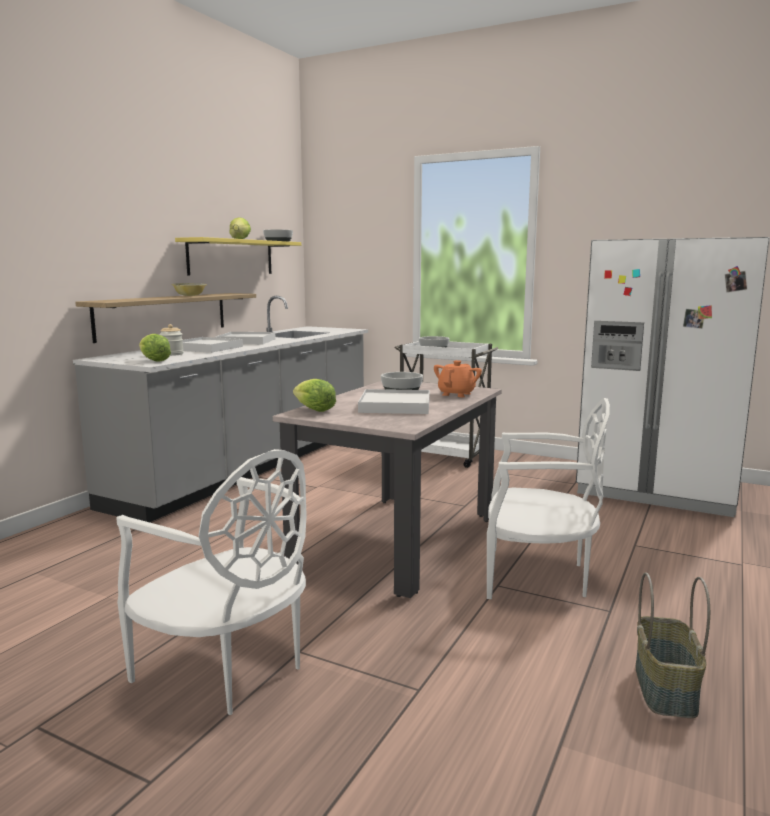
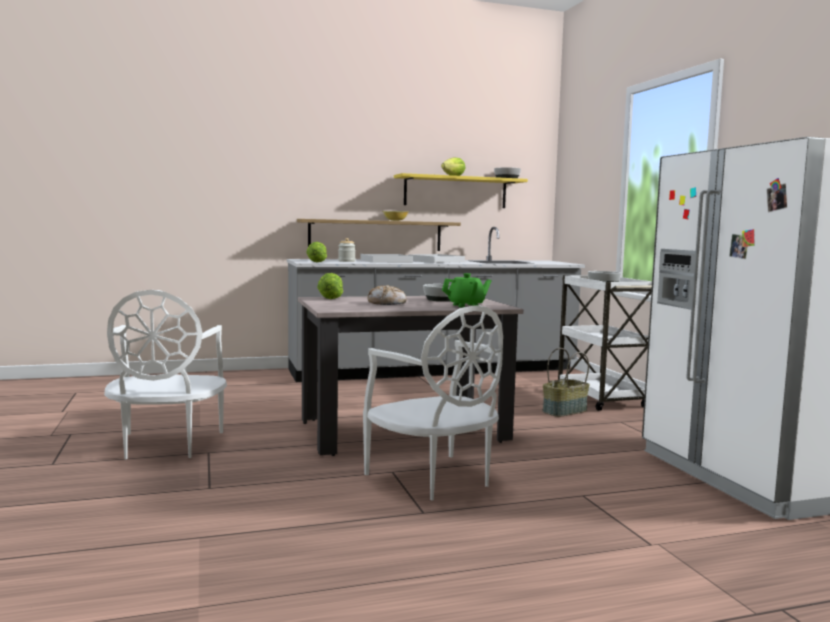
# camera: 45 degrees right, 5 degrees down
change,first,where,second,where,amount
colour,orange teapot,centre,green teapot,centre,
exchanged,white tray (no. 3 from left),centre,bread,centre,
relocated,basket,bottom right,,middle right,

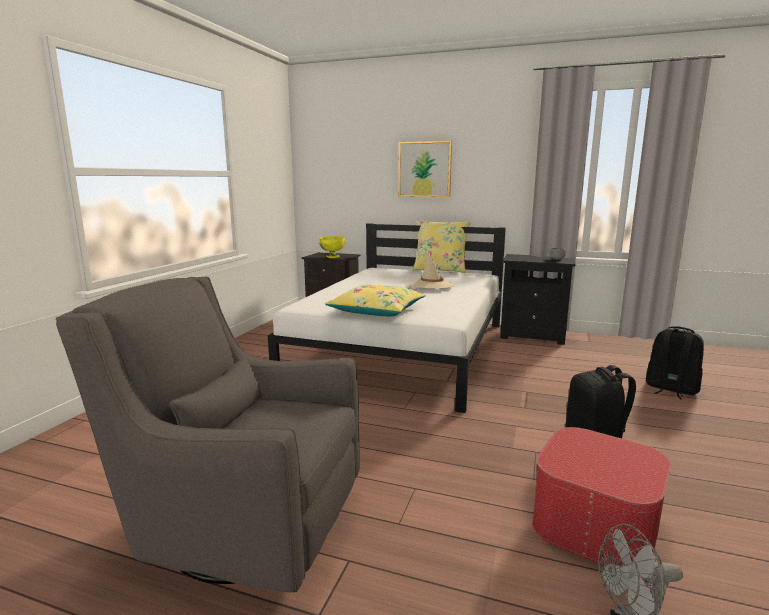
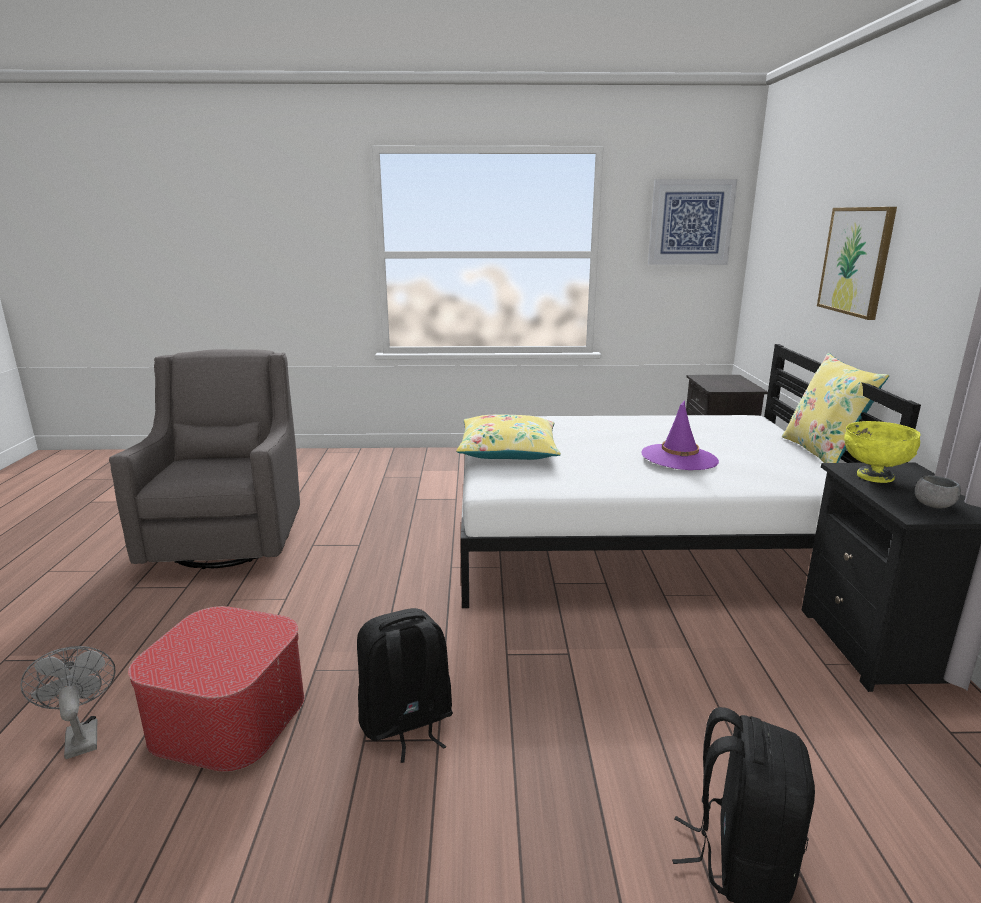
# camera: 70 degrees right, 5 degrees up
change,first,where,second,where,amount
relocated,yellow bowl,centre,,middle right,
colour,beige hat,centre,purple hat,middle right,
appeared,,,picture (no. 1 from left),top right,

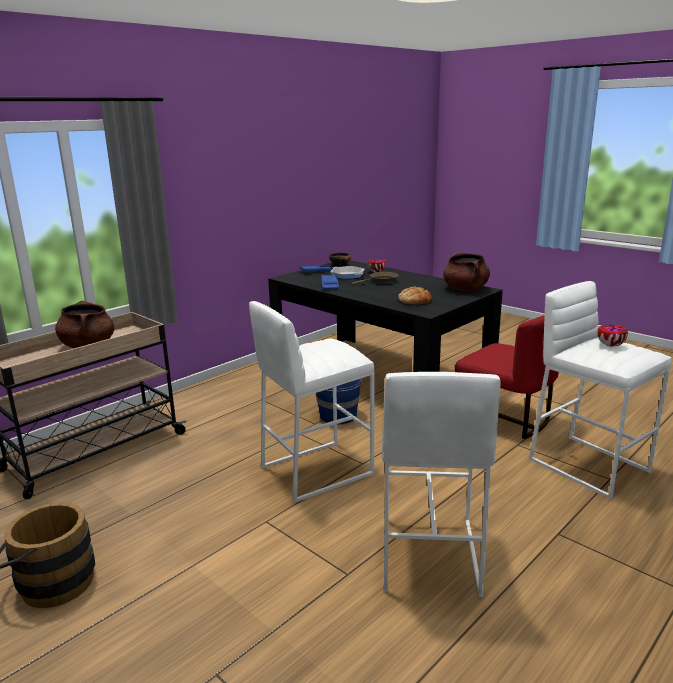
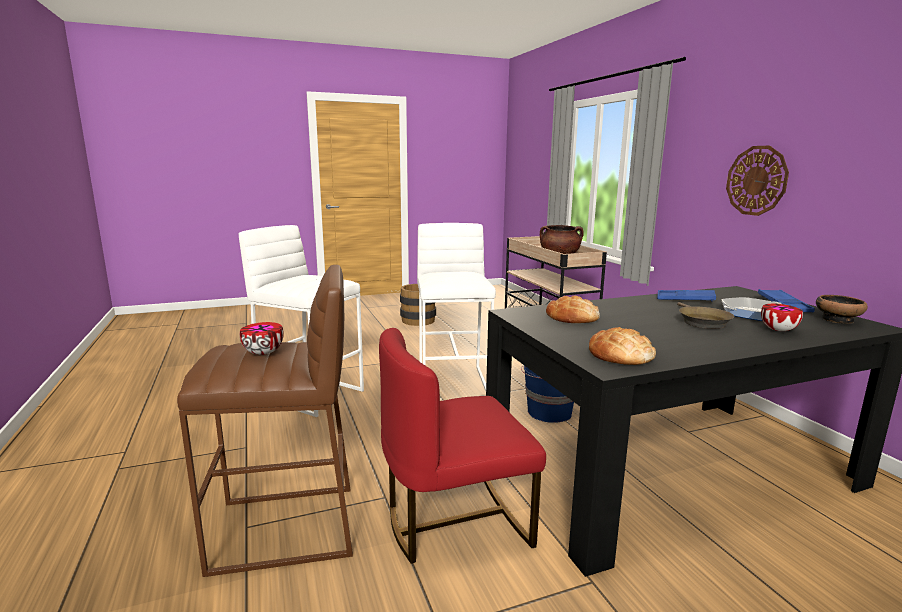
# camera: 115 degrees right, 5 degrees down
change,first,where,second,where,amount
exchanged,brown cooking pot (no. 2 from left),middle right,bread (no. 2 from left),middle right,
colour,white stool (no. 3 from left),middle right,brown stool,bottom left,
appeared,,,wall clock,top right,

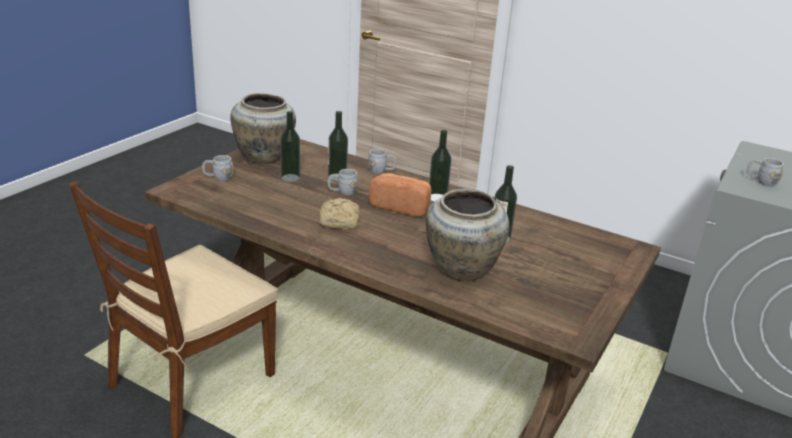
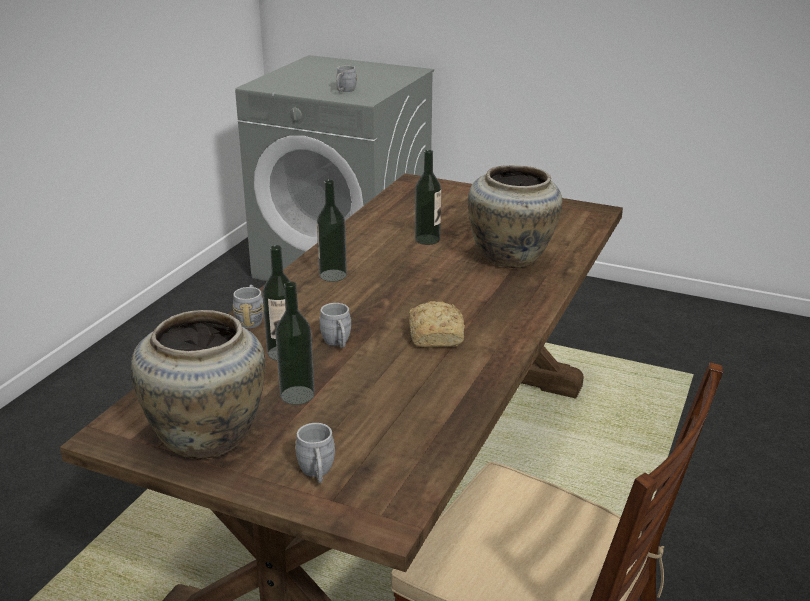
# camera: 95 degrees left, 0 degrees up
change,first,where,second,where,amount
missing,bread (no. 2 from left),centre,,,

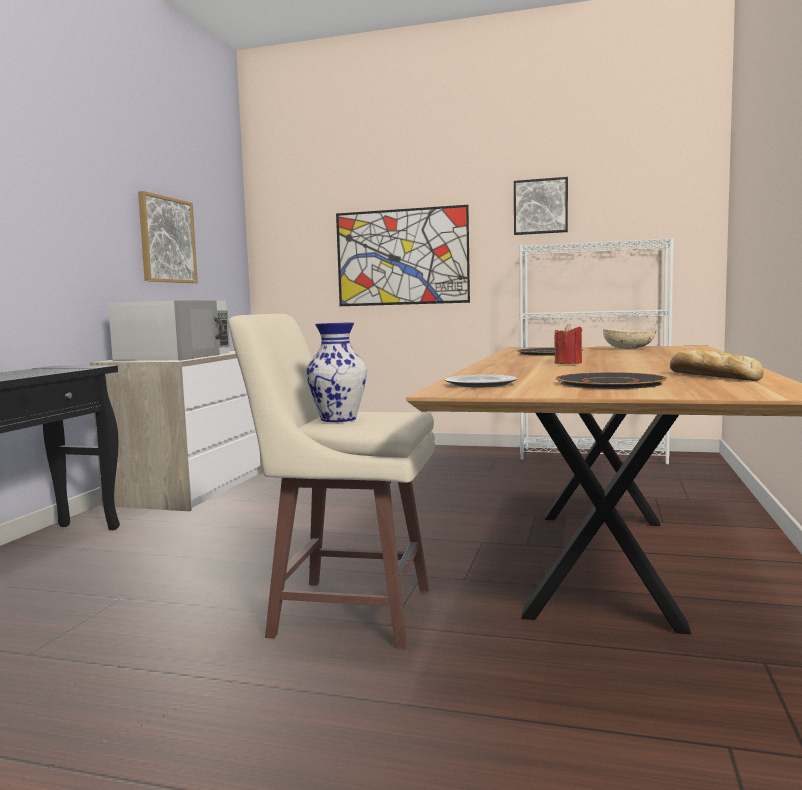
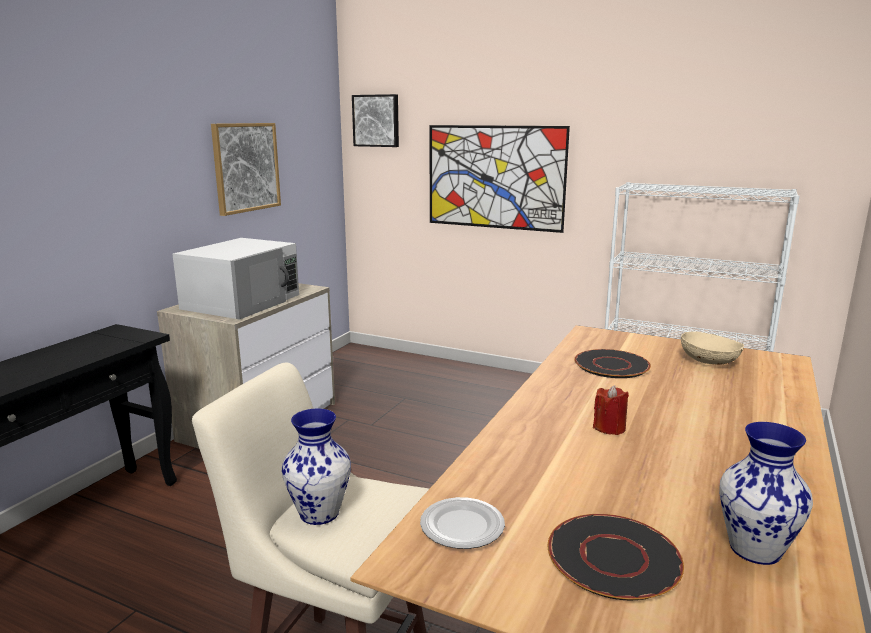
# camera: 10 degrees right, 10 degrees up
change,first,where,second,where,amount
relocated,picture (no. 3 from left in the first image),top right,picture (no. 2 from left),top centre,
exchanged,bread,middle right,vase (no. 2 from left),bottom right,

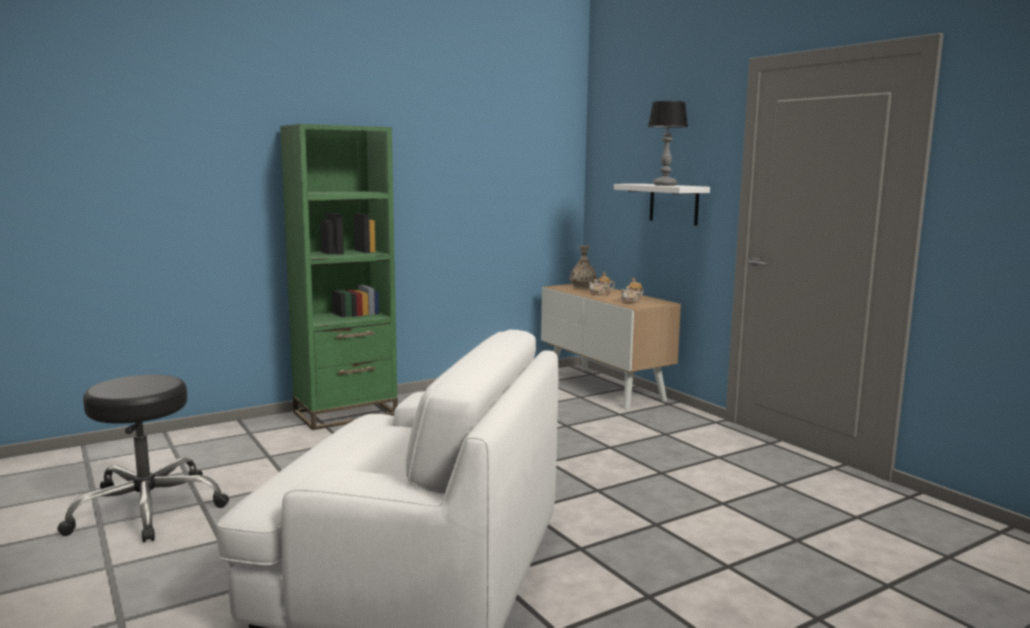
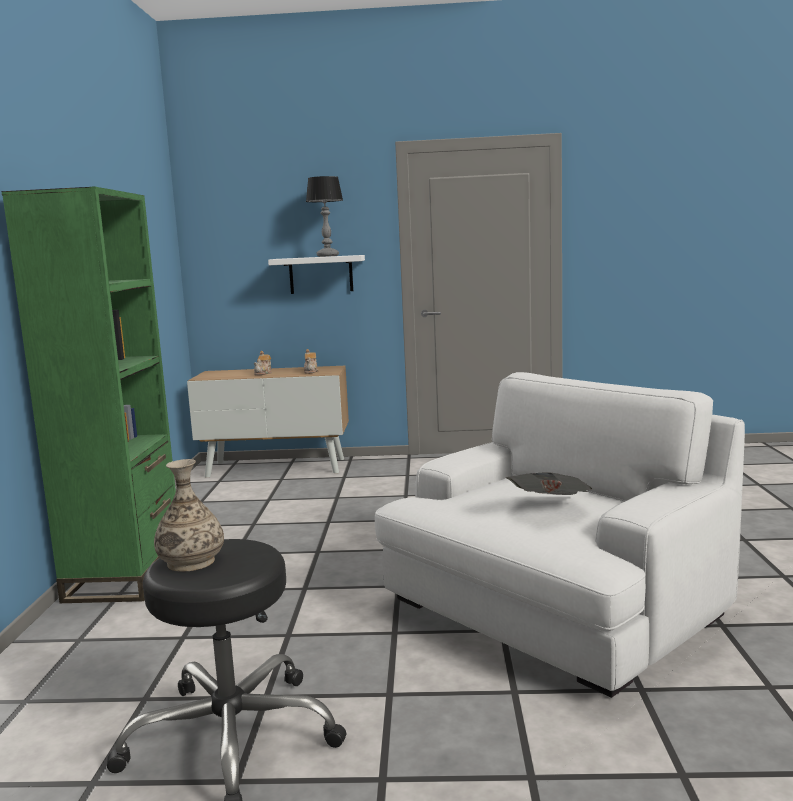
# camera: 55 degrees left, 0 degrees up
change,first,where,second,where,amount
relocated,vase,centre,,middle left,
appeared,,,newspaper,middle right,

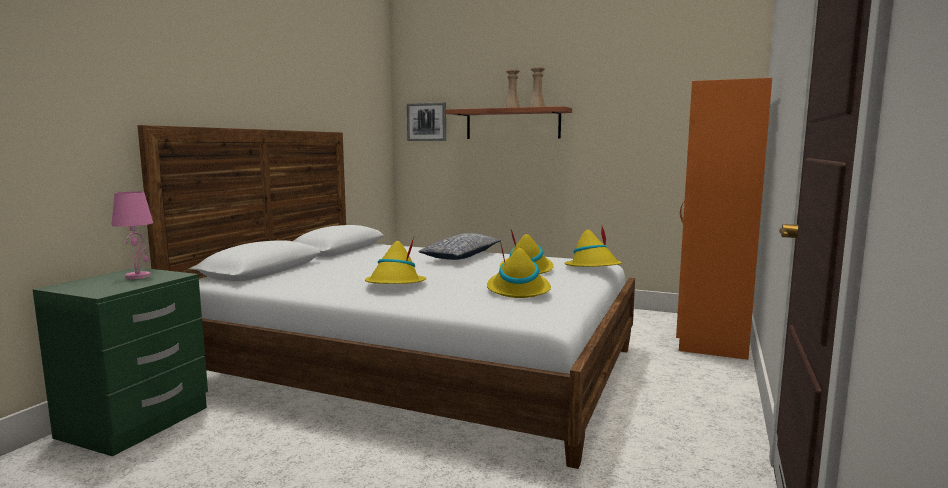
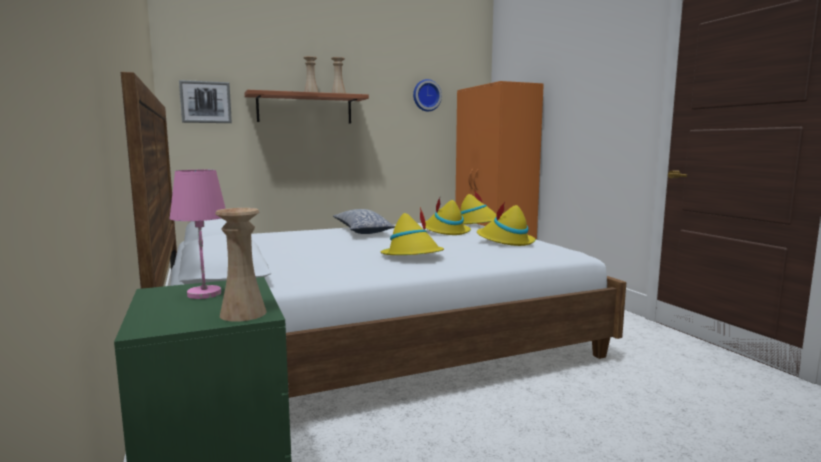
# camera: 45 degrees left, 0 degrees up
change,first,where,second,where,amount
appeared,,,wall clock,top centre,
appeared,,,beige vase (no. 1 from left),middle left,

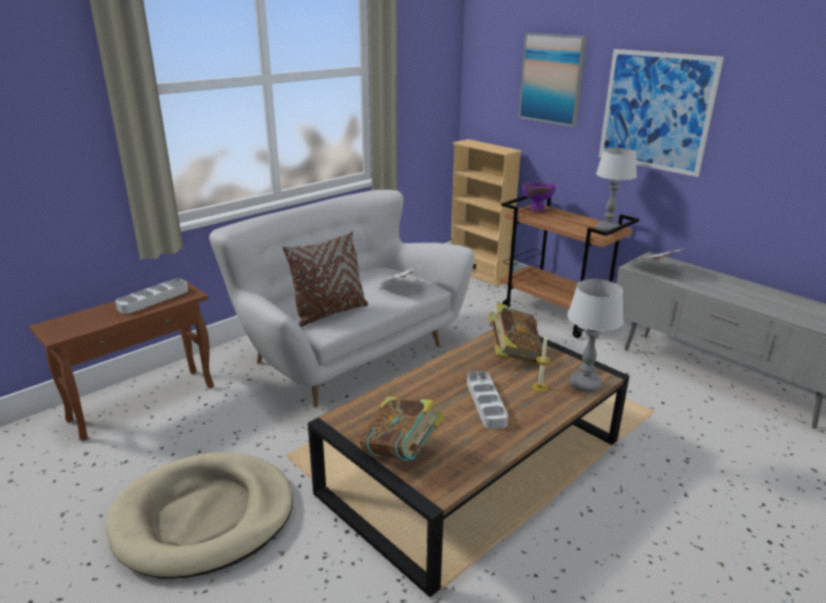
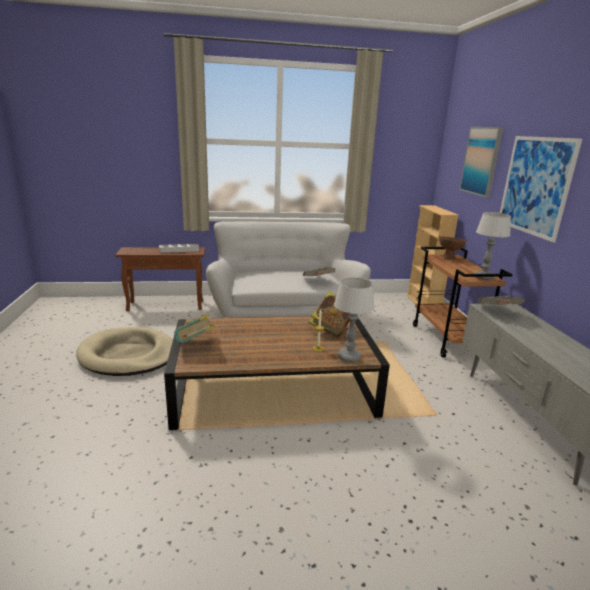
# camera: 35 degrees right, 5 degrees down
change,first,where,second,where,amount
colour,purple bowl,top centre,brown bowl,middle right,
missing,brown pillow,centre,,,
missing,grey tray (no. 2 from left),centre,,,

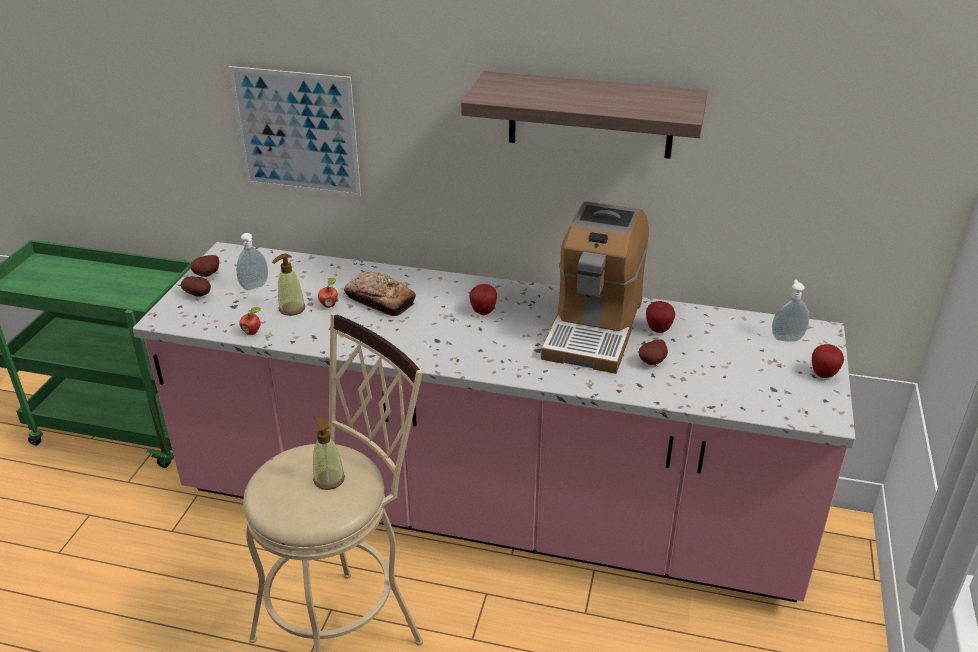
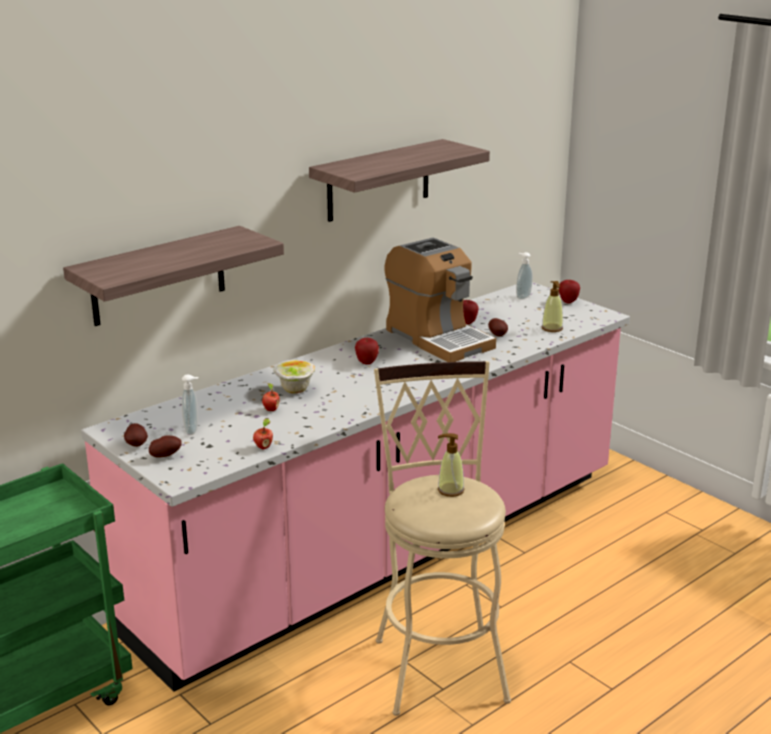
# camera: 55 degrees left, 10 degrees down
change,first,where,second,where,amount
exchanged,picture,top left,shelf (no. 1 from left),middle left,
relocated,soap dispenser (no. 2 from left in the first image),middle left,soap dispenser (no. 4 from left),middle right,
exchanged,bread,centre,bowl,centre,

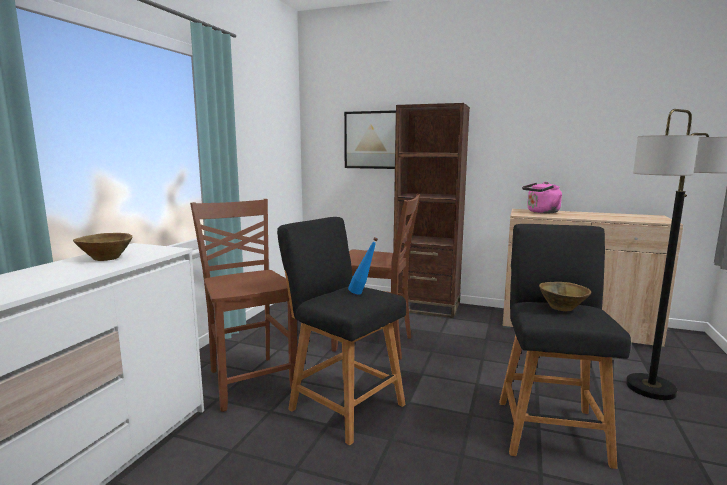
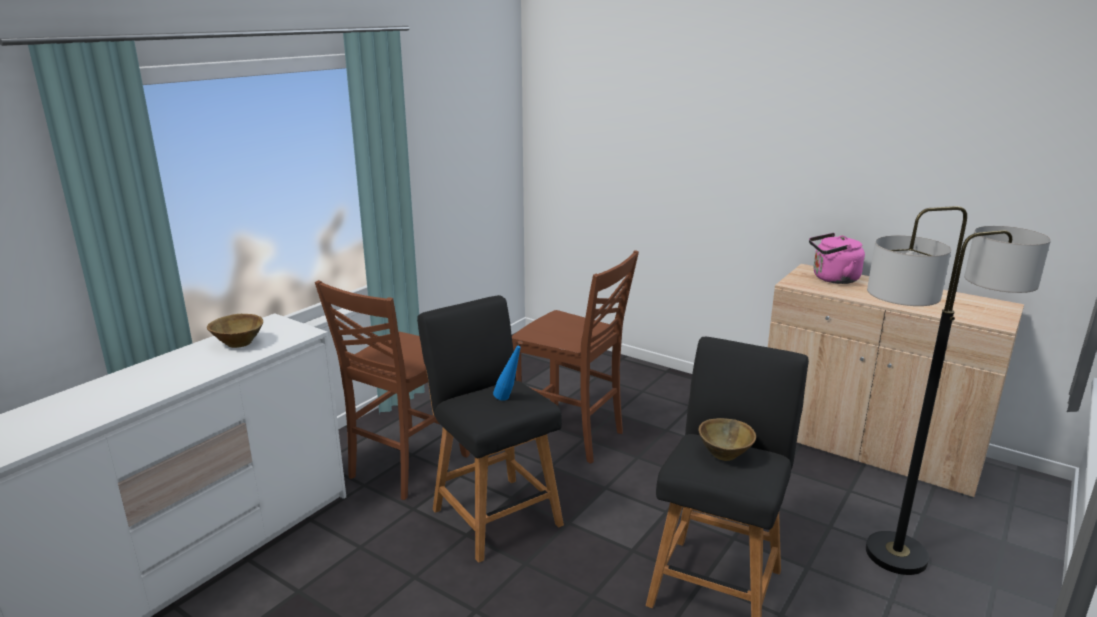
# camera: 15 degrees right, 10 degrees up
change,first,where,second,where,amount
missing,brown bookcase,centre,,,
missing,picture,top centre,,,
spun,brown chair (no. 1 from left),centre,,centre,135 degrees counterclockwise

